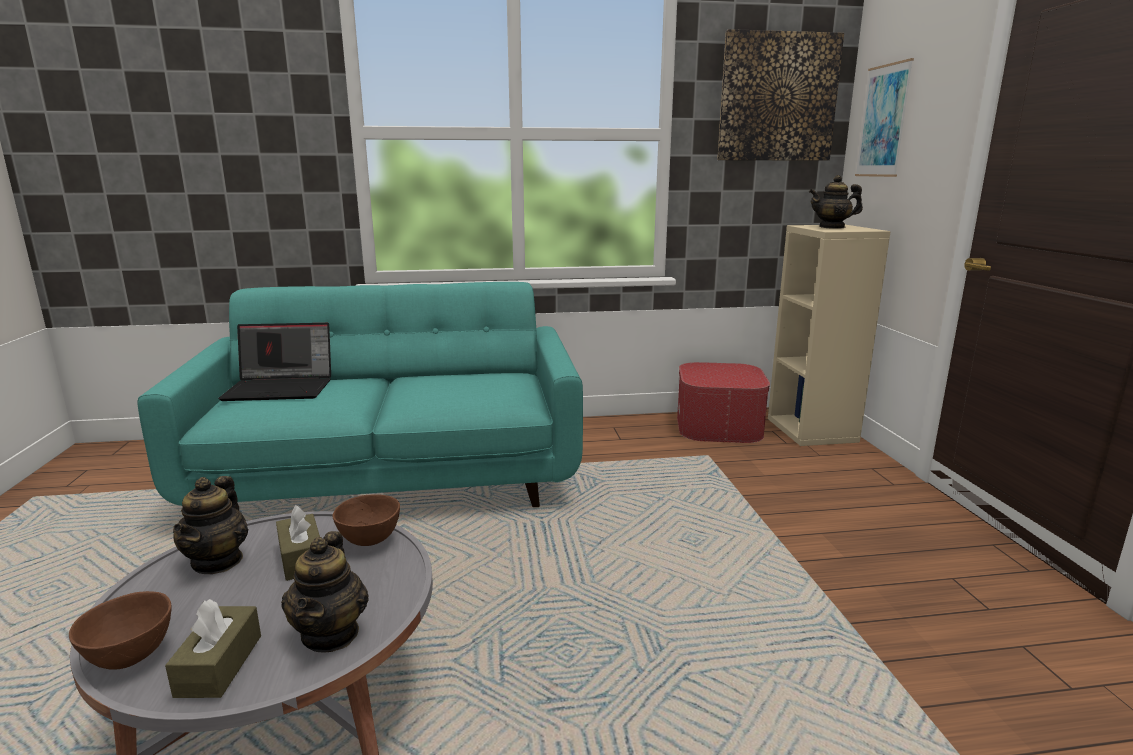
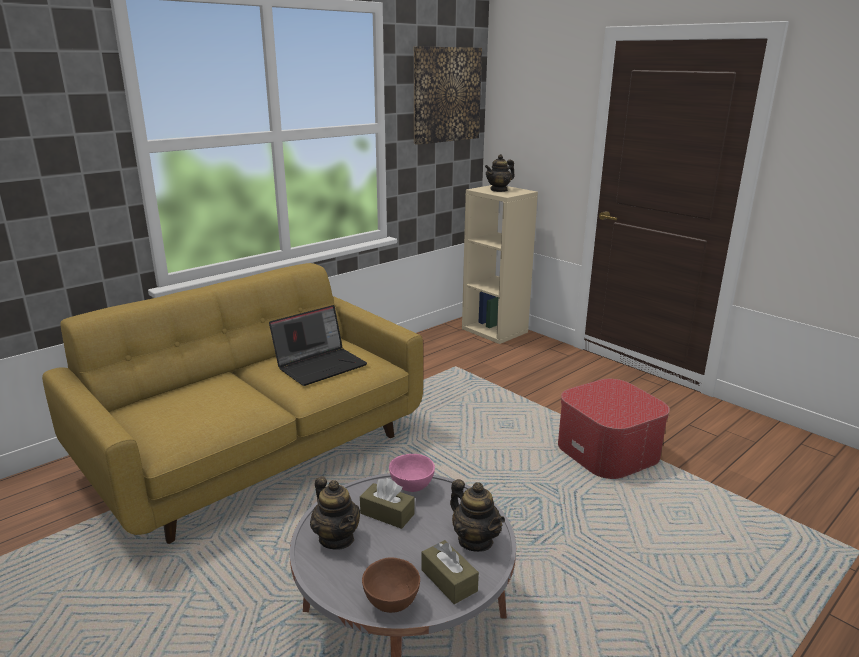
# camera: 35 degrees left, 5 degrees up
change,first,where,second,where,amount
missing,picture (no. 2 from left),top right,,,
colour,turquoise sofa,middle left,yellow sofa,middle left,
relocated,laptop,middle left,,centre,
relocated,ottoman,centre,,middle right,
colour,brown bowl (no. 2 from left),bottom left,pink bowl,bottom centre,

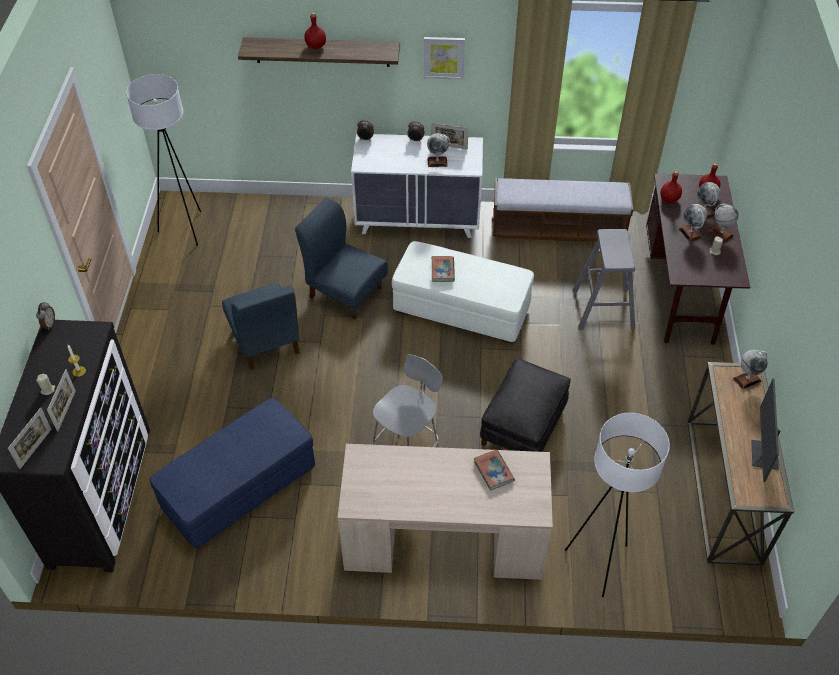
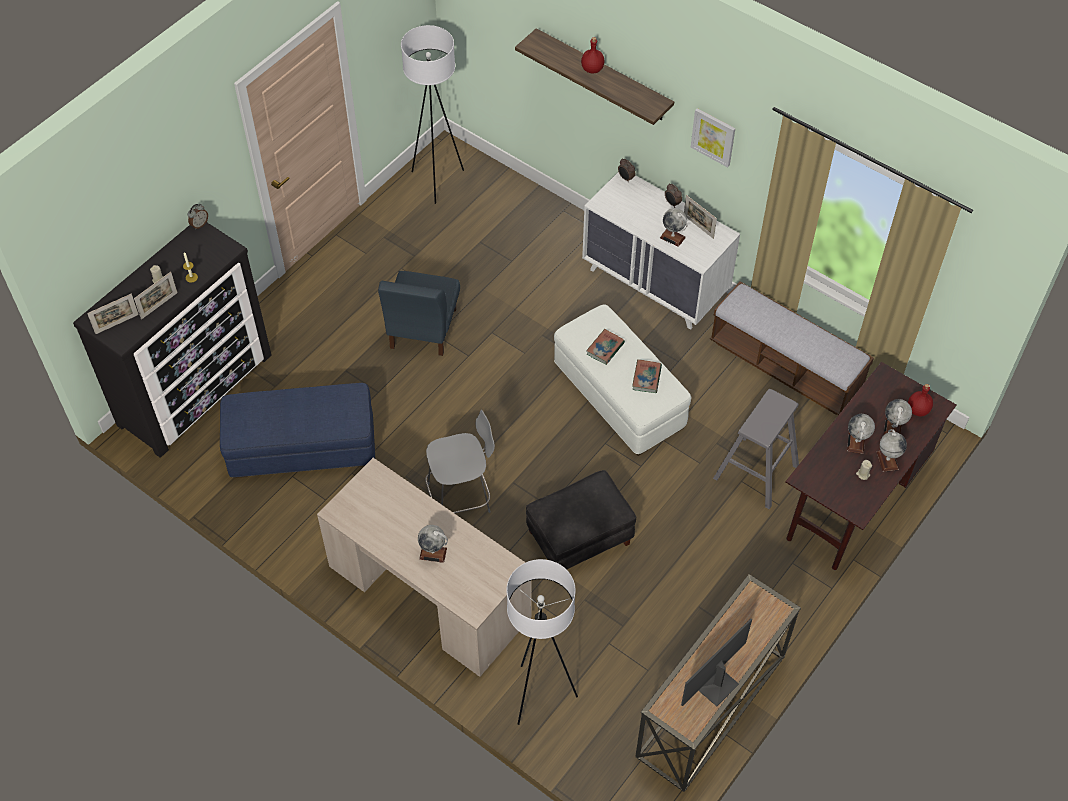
# camera: 35 degrees right, 5 degrees up
change,first,where,second,where,amount
missing,red bottle (no. 2 from left),top right,,,
missing,blue chair (no. 2 from left),centre,,,
relocated,globe (no. 5 from left in the first image),middle right,globe (no. 1 from left),bottom centre,
relocated,book (no. 2 from left),bottom centre,,centre,

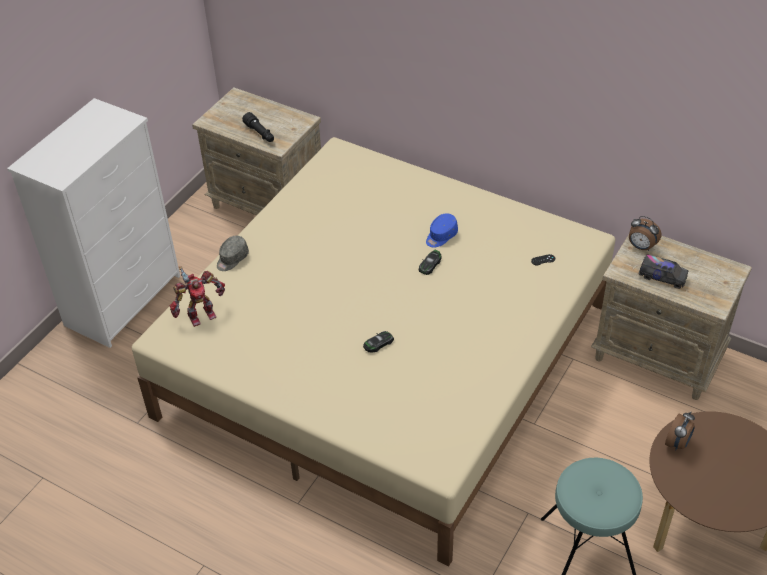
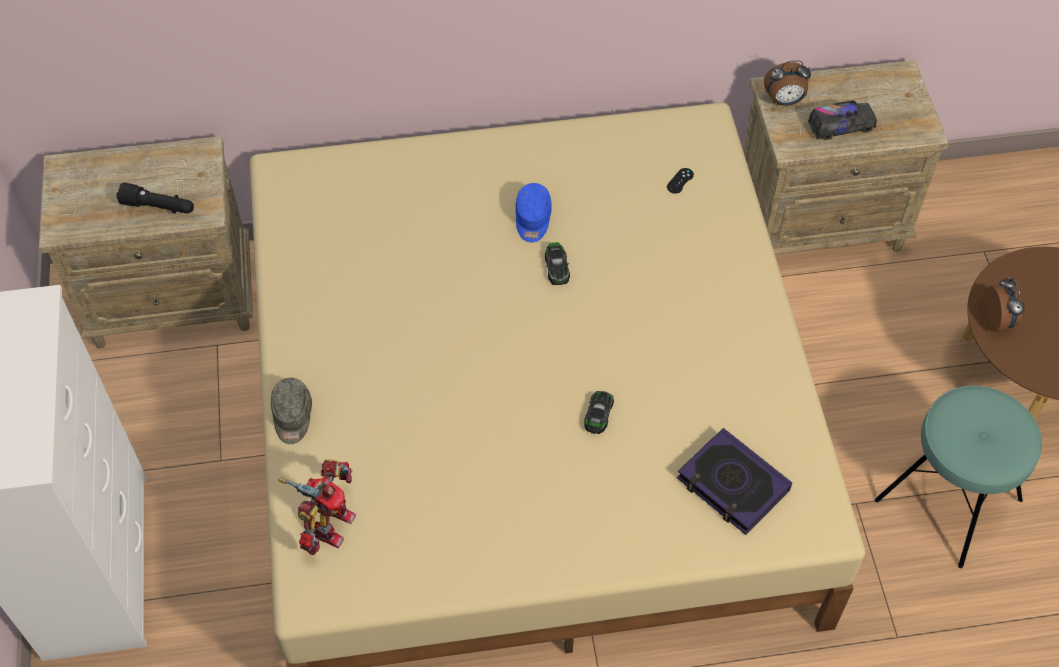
# camera: 40 degrees left, 10 degrees up
change,first,where,second,where,amount
appeared,,,book,bottom right,

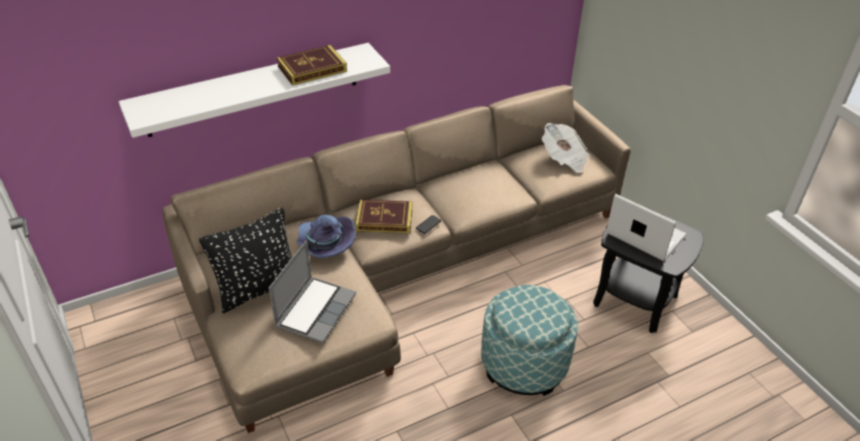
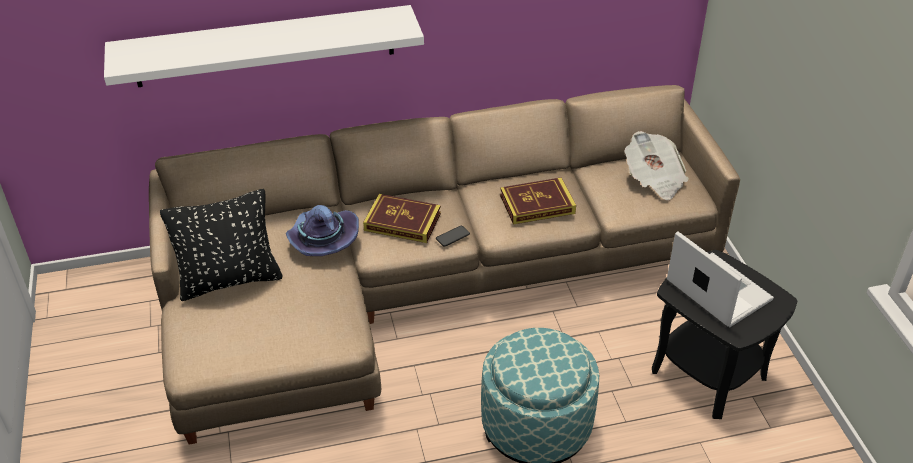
# camera: 15 degrees right, 0 degrees up
change,first,where,second,where,amount
relocated,book (no. 1 from left in the first image),top centre,book (no. 2 from left),centre,
missing,laptop (no. 1 from left),centre,,,

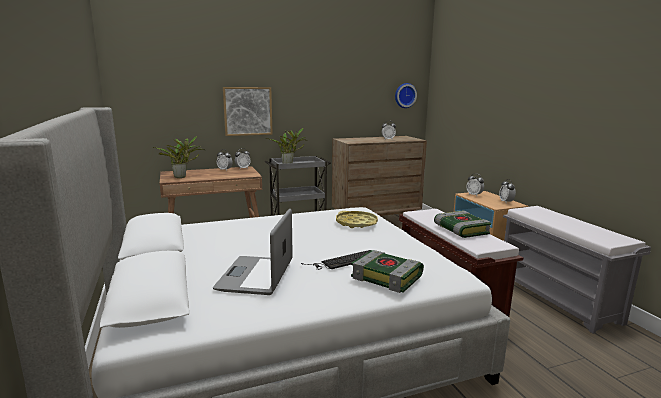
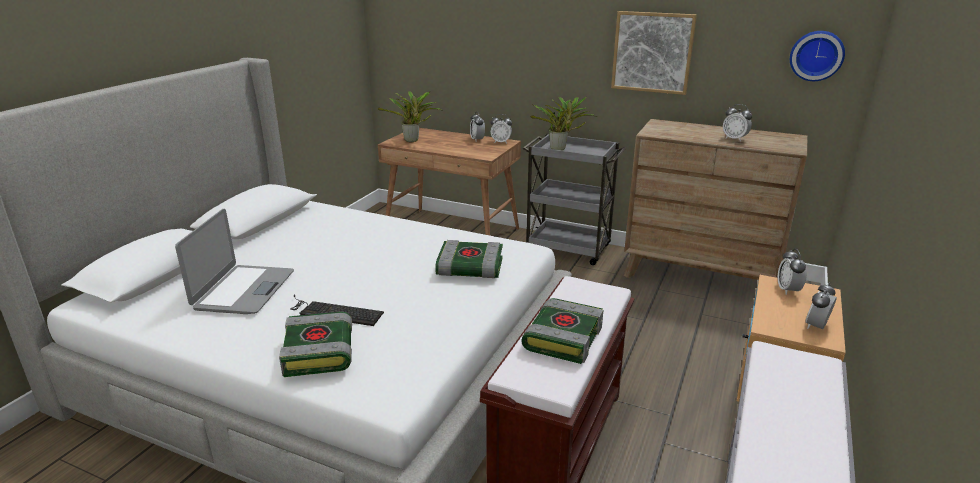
# camera: 45 degrees right, 10 degrees up
change,first,where,second,where,amount
relocated,picture,top centre,,top right,
spun,laptop,centre,,middle left,135 degrees clockwise
exchanged,yellow tray,centre,book (no. 2 from left),centre,

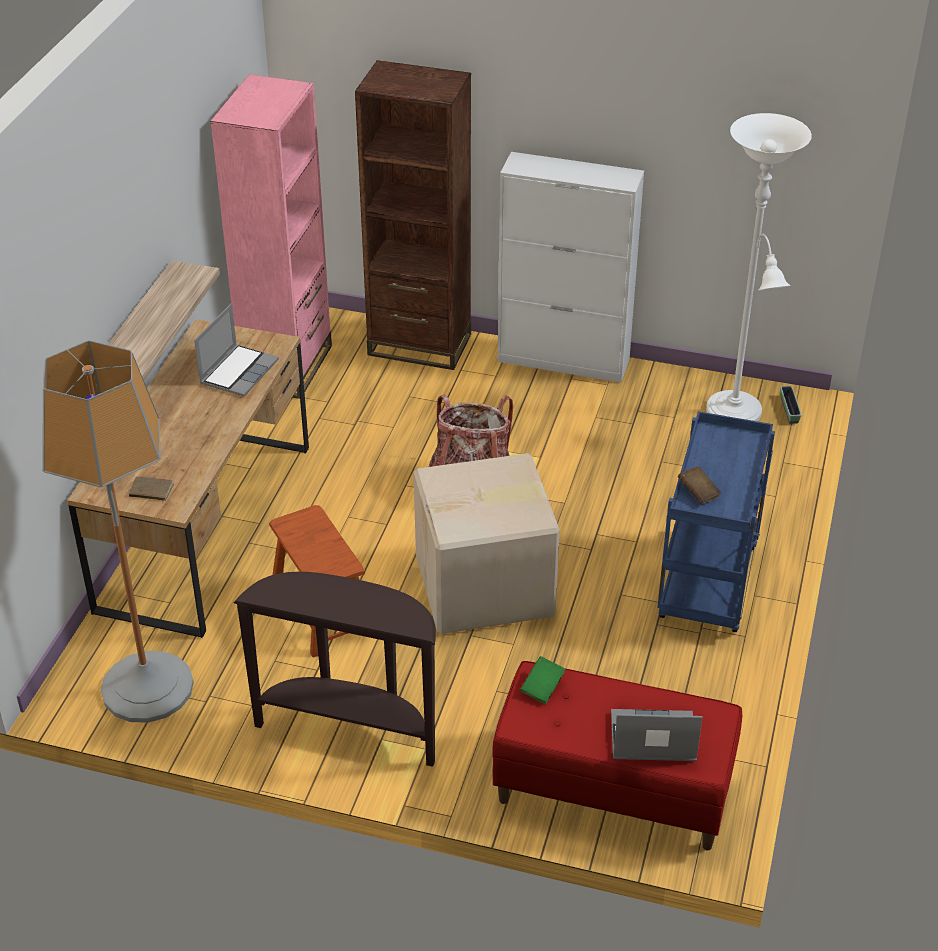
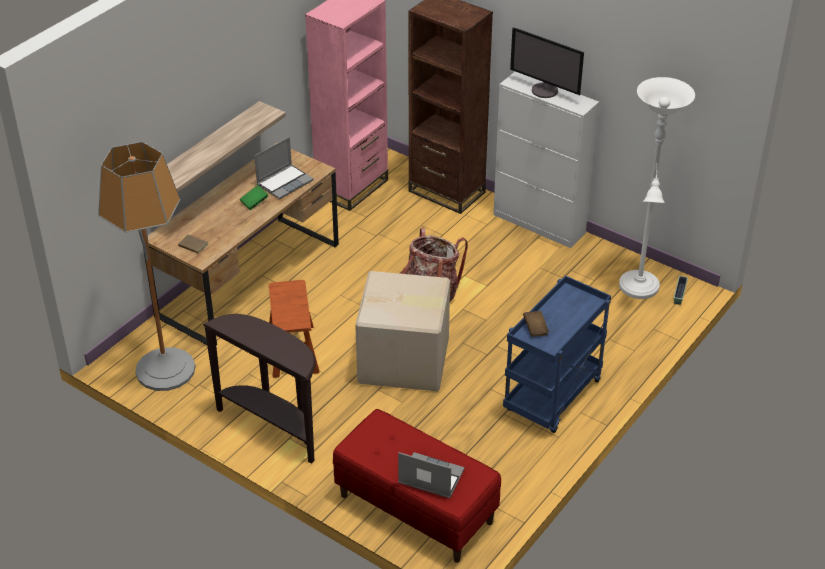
# camera: 20 degrees right, 0 degrees up
change,first,where,second,where,amount
relocated,green book,bottom centre,,middle left,
appeared,,,monitor,top centre,

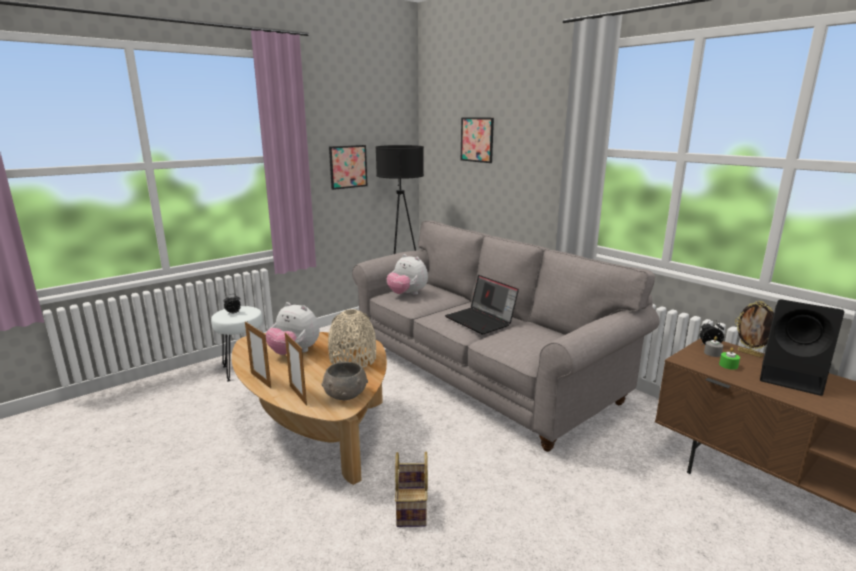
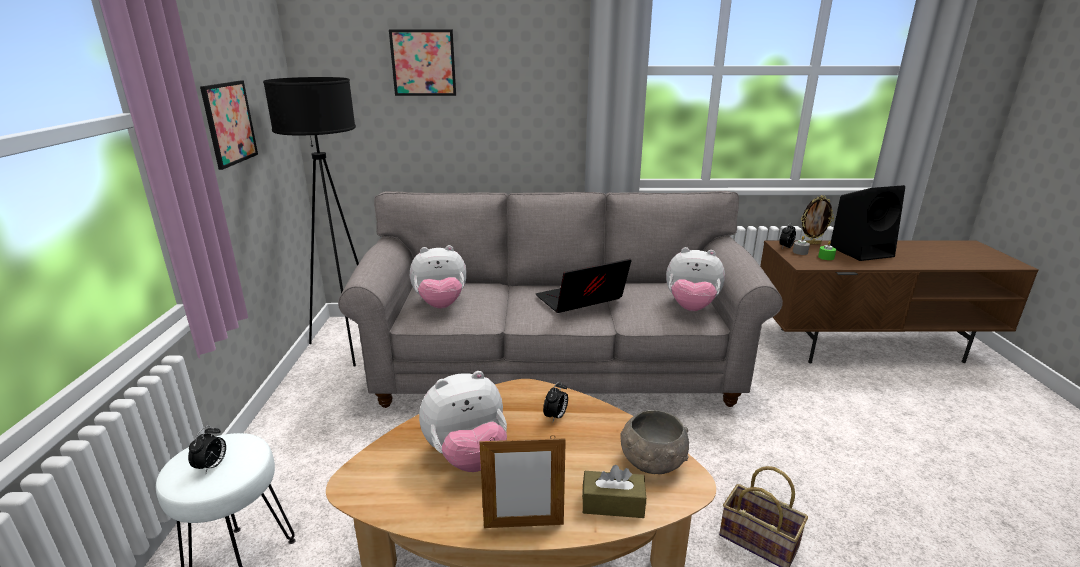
# camera: 50 degrees left, 5 degrees up
change,first,where,second,where,amount
spun,laptop,centre,,centre,150 degrees clockwise
exchanged,beige vase,centre,alarm clock (no. 2 from left),bottom centre,
exchanged,picture frame (no. 2 from left),centre,brown tissue box,bottom centre,
appeared,,,plush toy (no. 3 from left),centre,

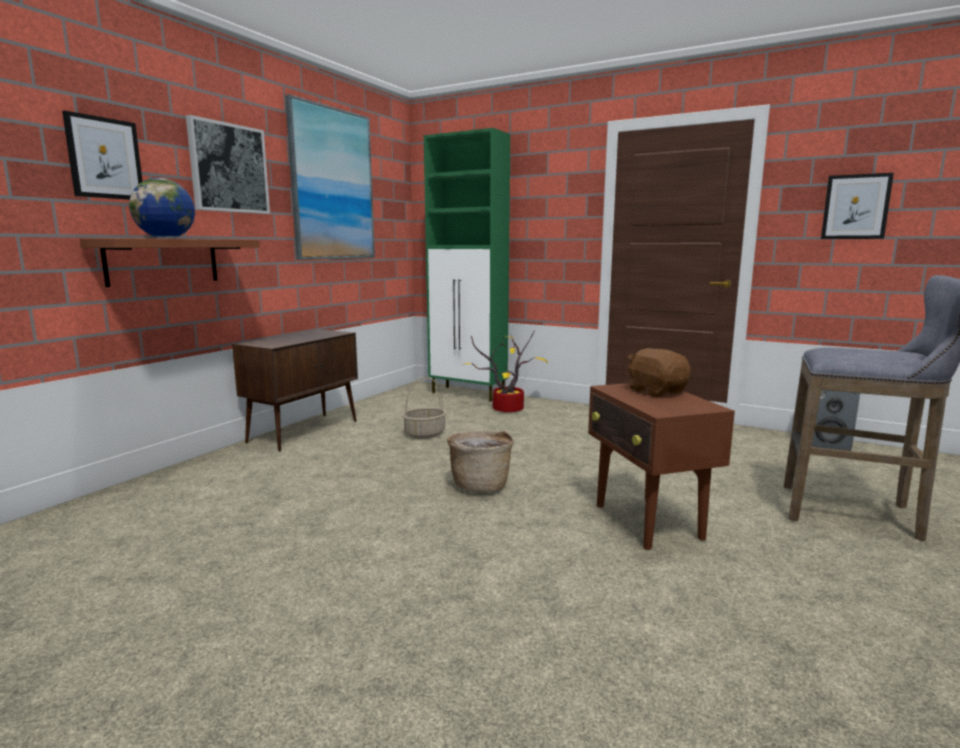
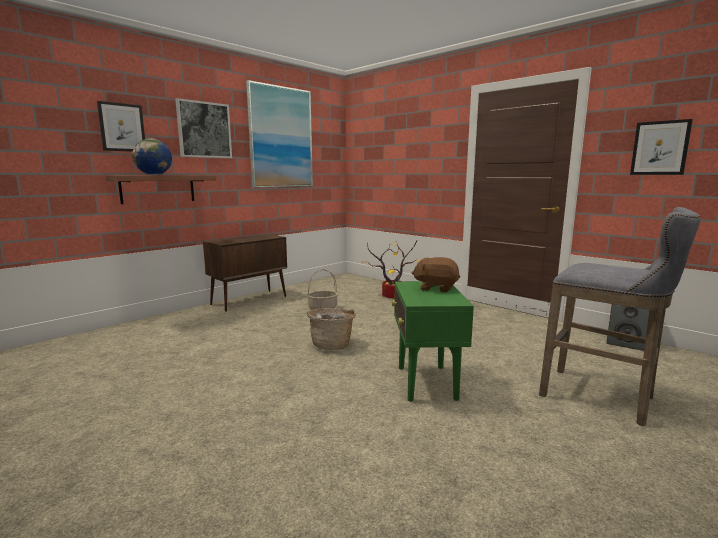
# camera: 15 degrees right, 0 degrees up
change,first,where,second,where,amount
missing,green cabinet,centre,,,
spun,brown plush toy,middle right,,centre,60 degrees counterclockwise
colour,brown side table,middle right,green side table,centre,

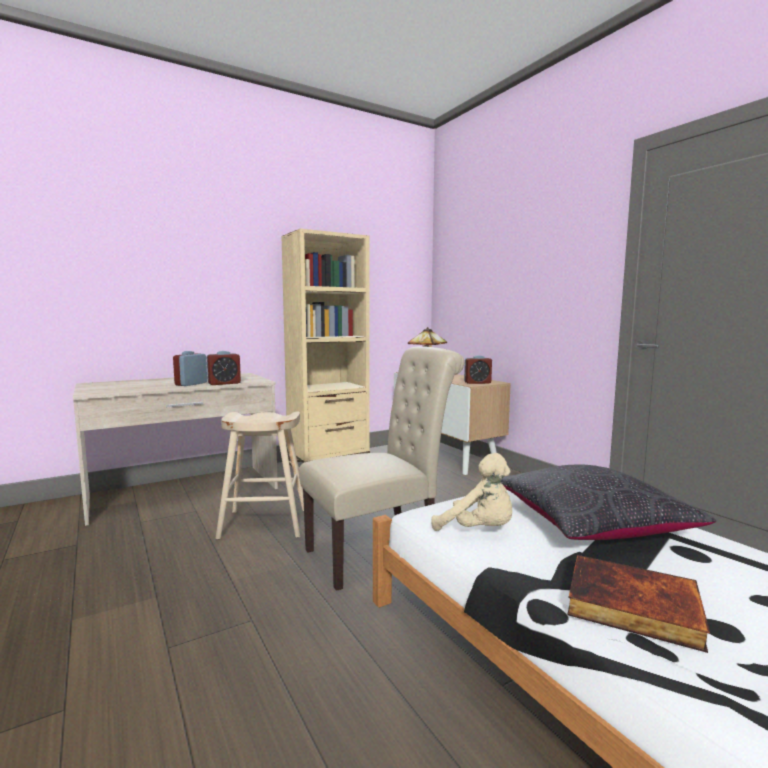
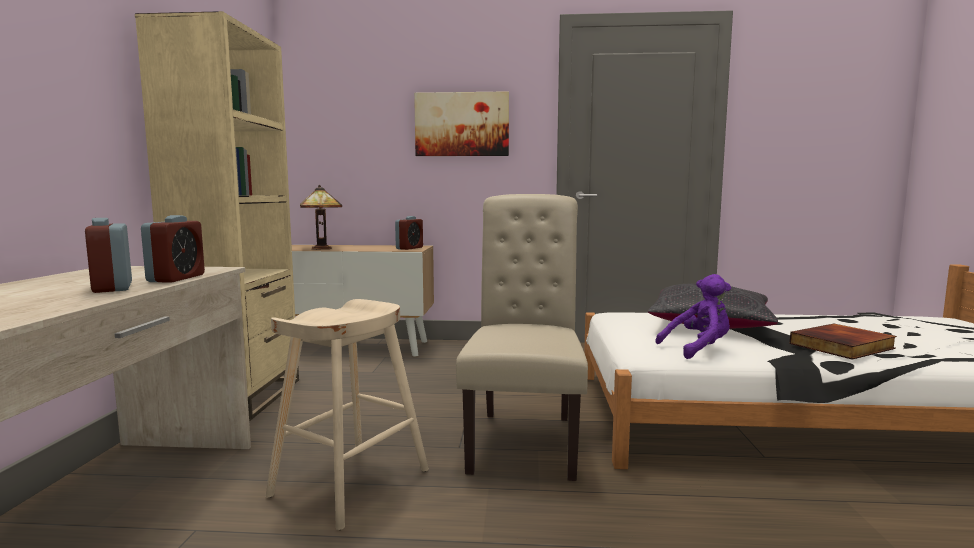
# camera: 55 degrees left, 0 degrees up
change,first,where,second,where,amount
colour,beige plush toy,centre,purple plush toy,middle right,
appeared,,,picture,top centre,

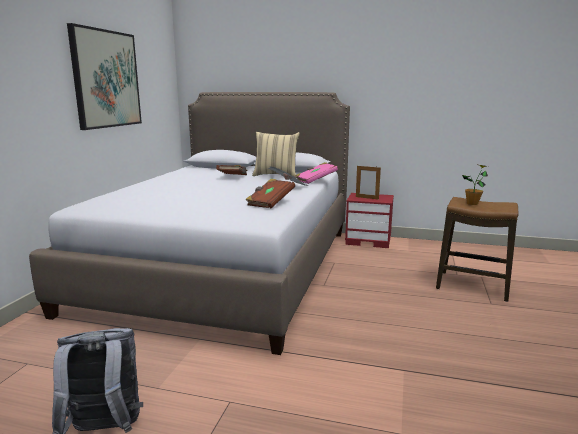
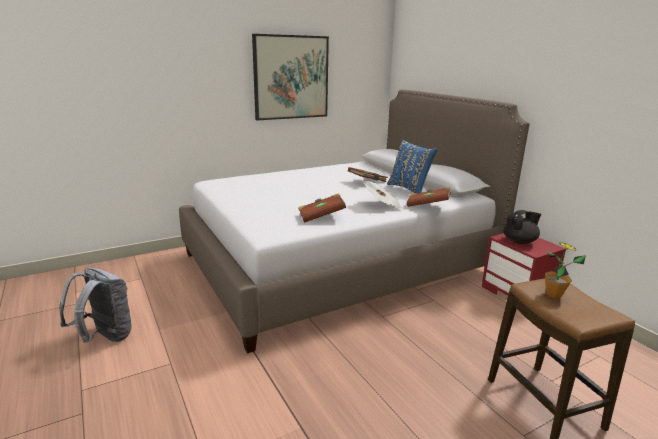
# camera: 45 degrees right, 5 degrees up
change,first,where,second,where,amount
colour,beige pillow,centre,blue pillow,centre,
colour,pink book,centre,brown book (no. 3 from left),centre,
exchanged,picture frame,centre,black teapot,middle right,

